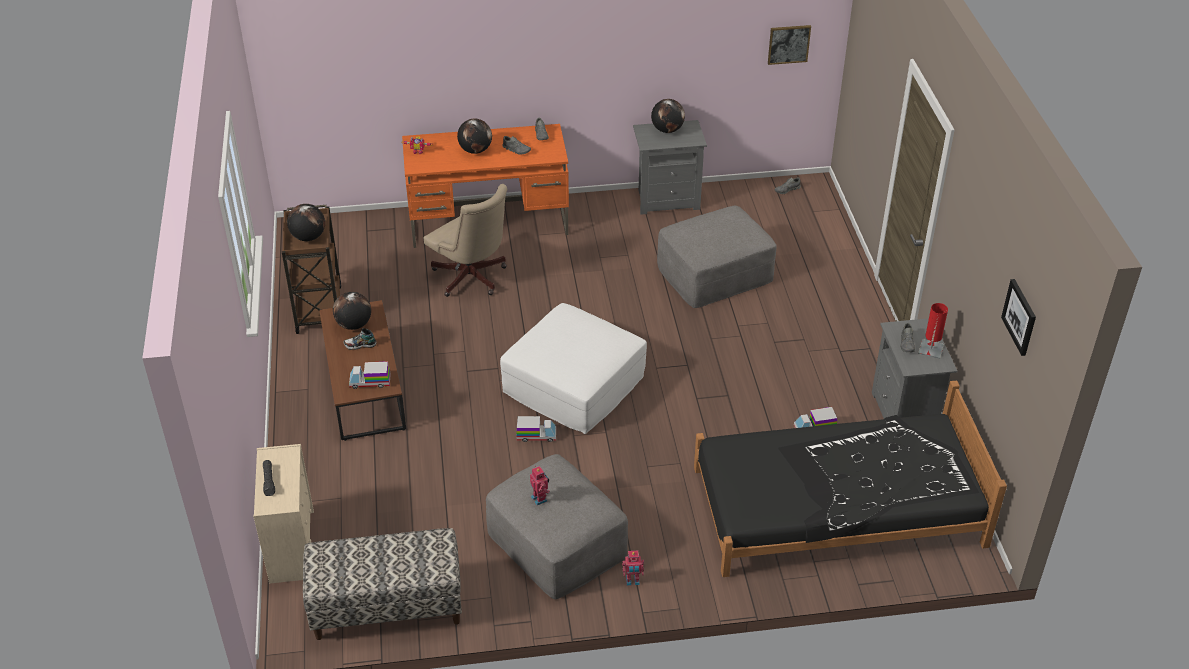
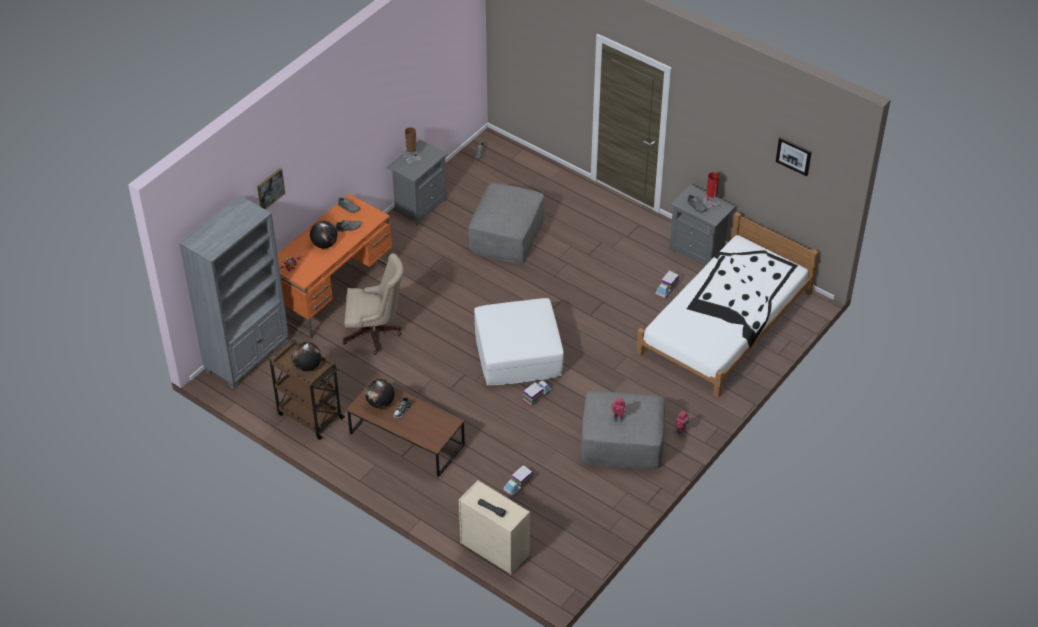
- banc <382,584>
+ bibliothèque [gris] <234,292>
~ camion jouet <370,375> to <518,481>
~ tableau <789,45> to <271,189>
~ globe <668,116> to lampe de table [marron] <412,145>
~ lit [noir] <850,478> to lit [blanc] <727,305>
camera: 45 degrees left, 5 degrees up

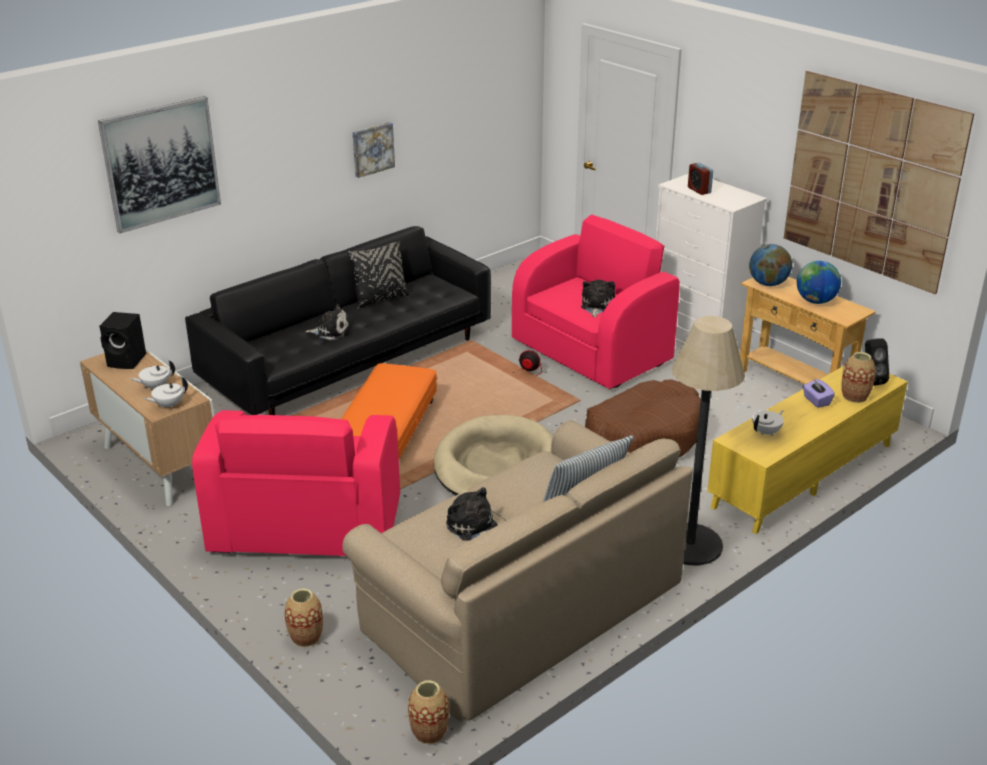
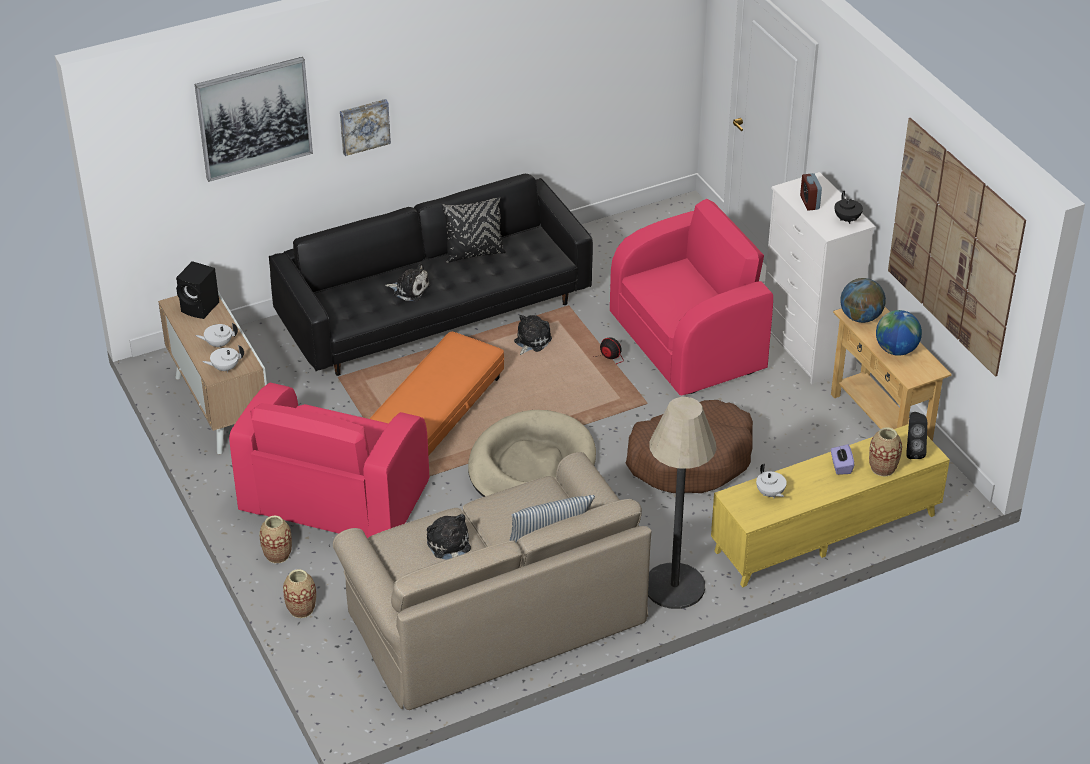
+ théière [noir] <849,207>
~ tableau <373,150> to <365,127>
~ vase <428,712> to <275,539>
~ peluche <598,298> to <533,335>
~ théière [blanc] <768,423> = <771,481> 90 degrees clockwise
camera: 15 degrees right, 10 degrees up

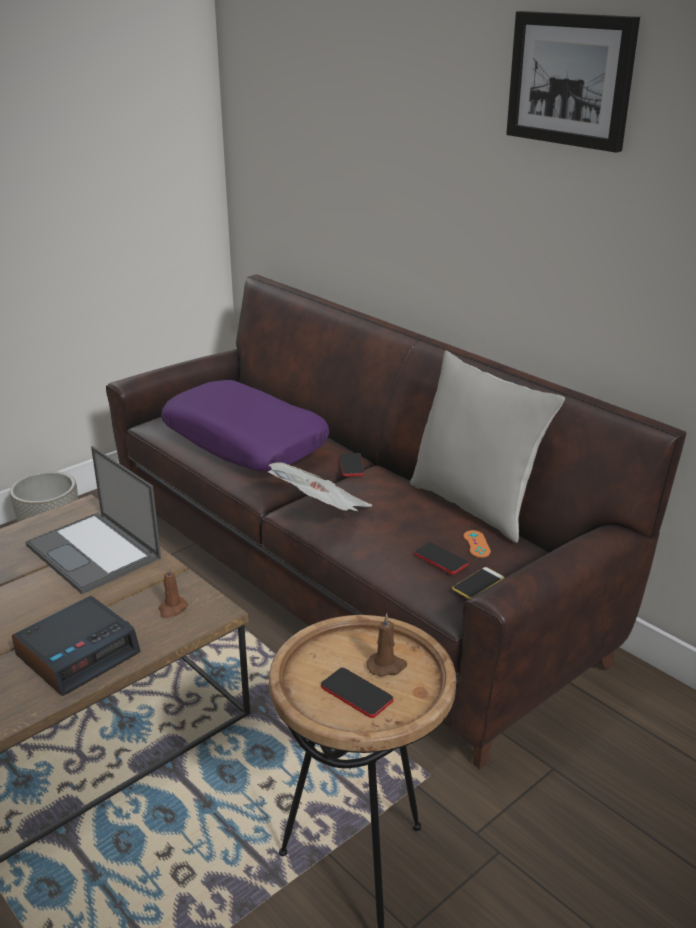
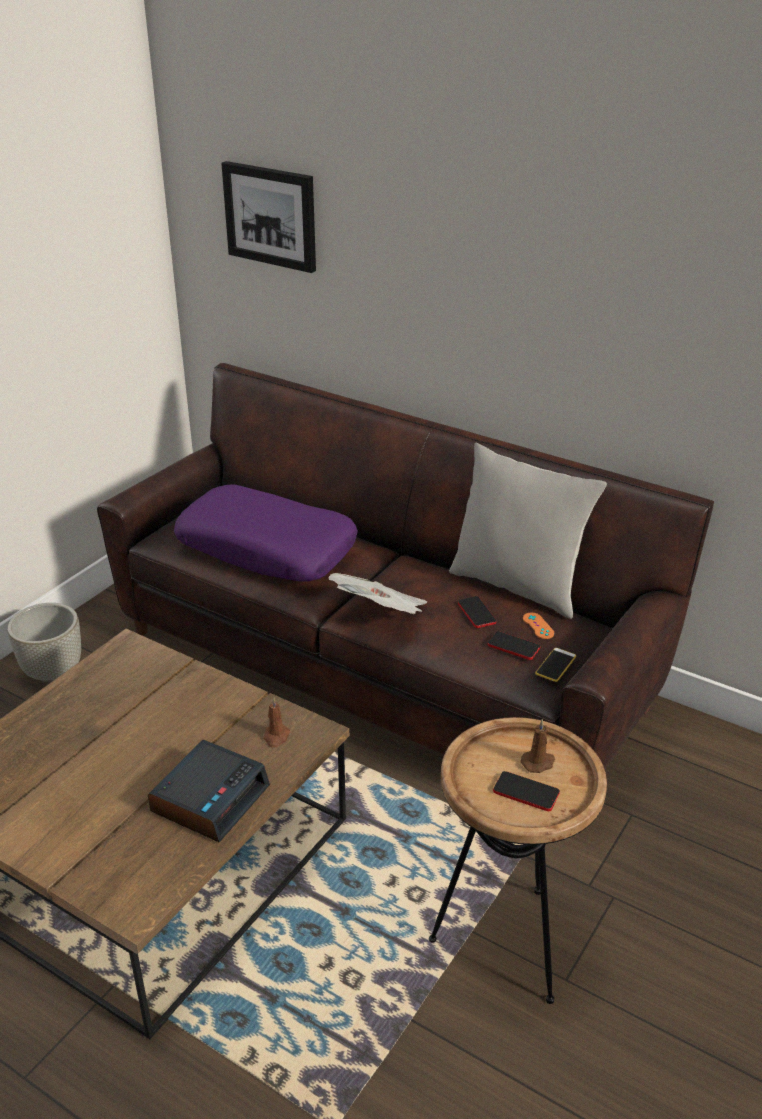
- ordinateur portable <93,520>
~ téléphone <352,465> to <477,612>
~ tableau <573,82> to <268,217>
camera: 15 degrees left, 5 degrees up

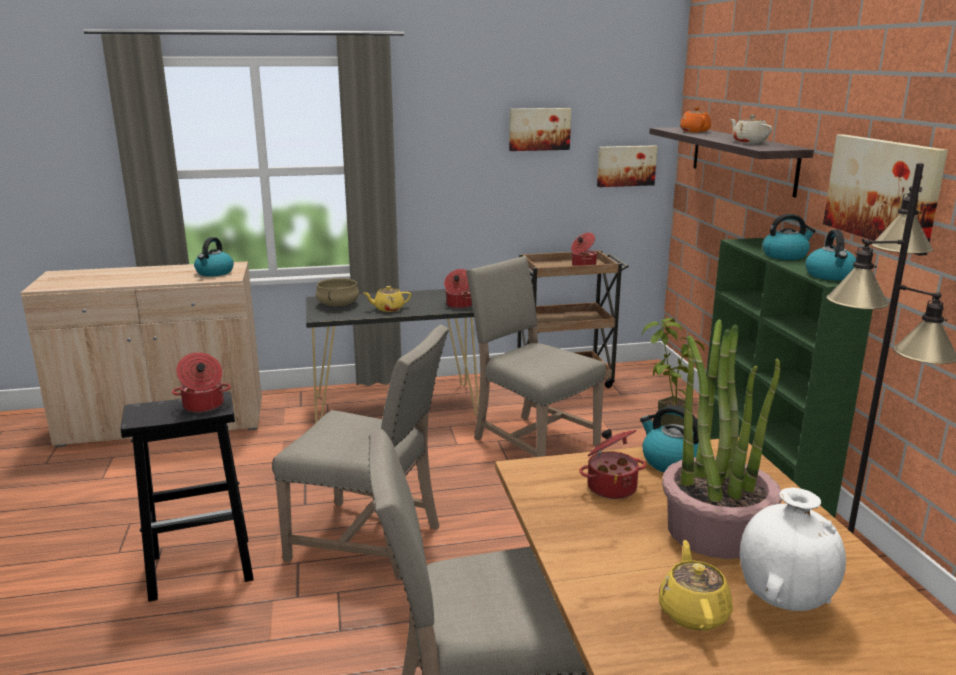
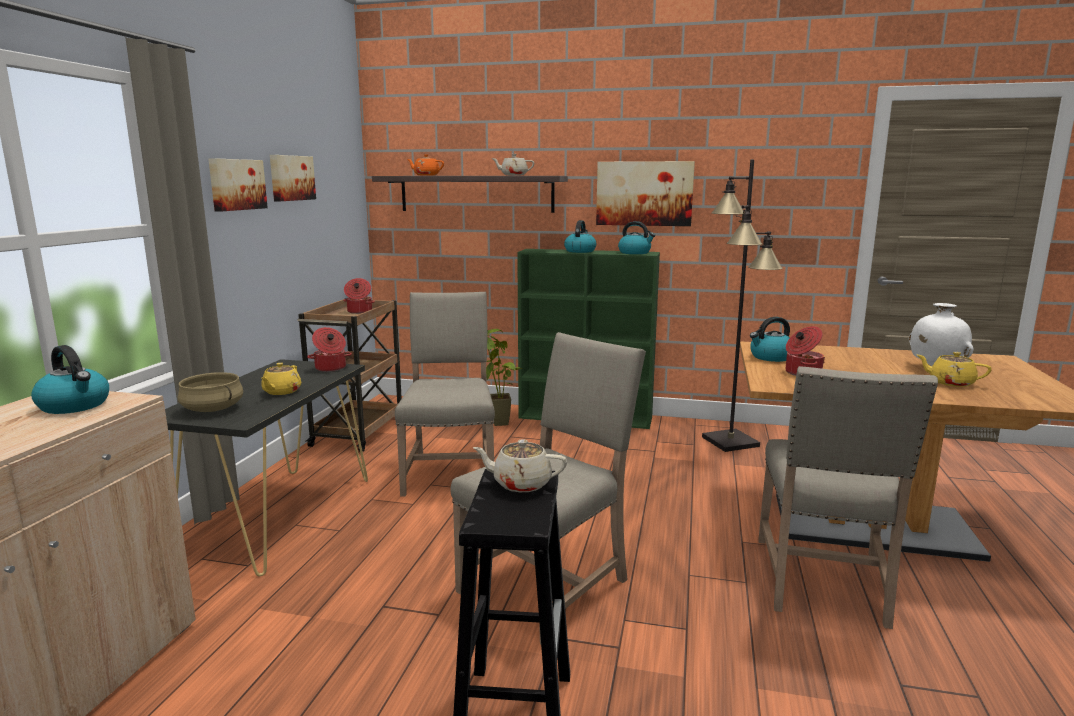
- plante en pot <722,439>
~ tableau <627,166> to <238,185>
~ marmite <201,382> to théière [beige] <519,465>
~ chaise [beige] <536,356> = <445,394> 105 degrees clockwise
camera: 65 degrees left, 5 degrees down

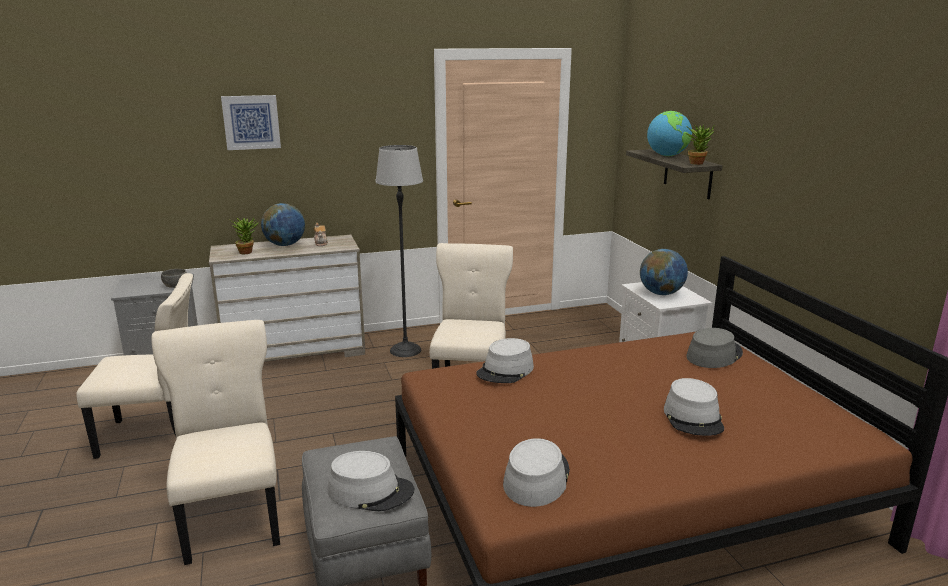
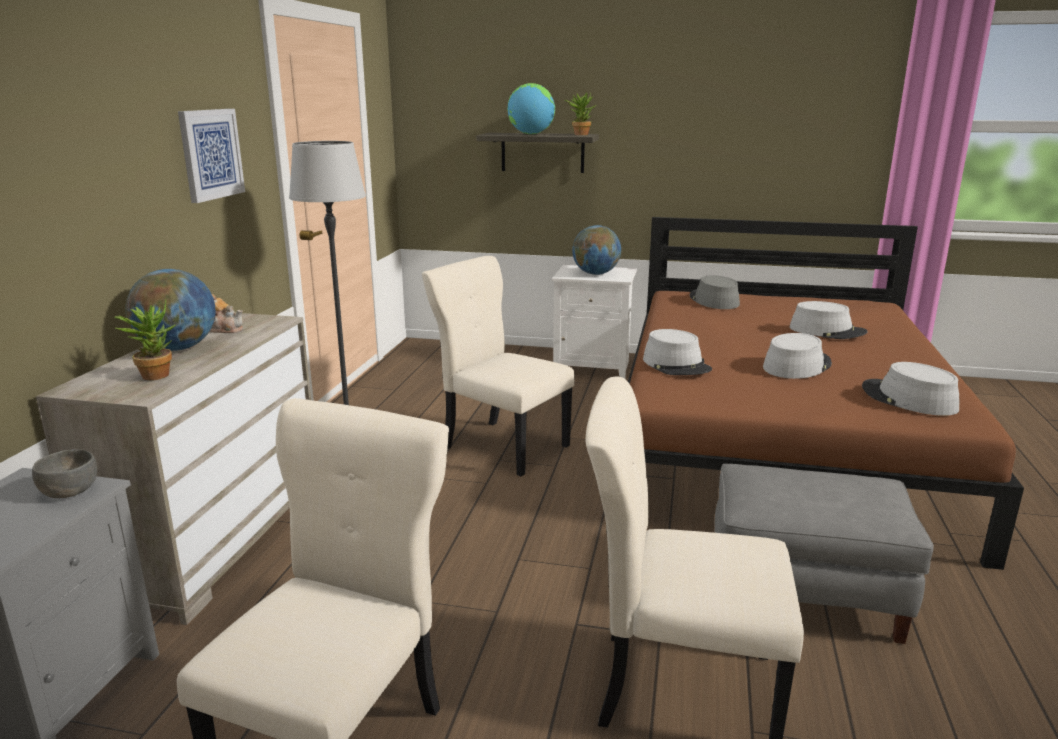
~ tableau <251,122> to <211,156>
~ chapeau [gris] <370,481> to <797,356>
camera: 60 degrees left, 0 degrees up

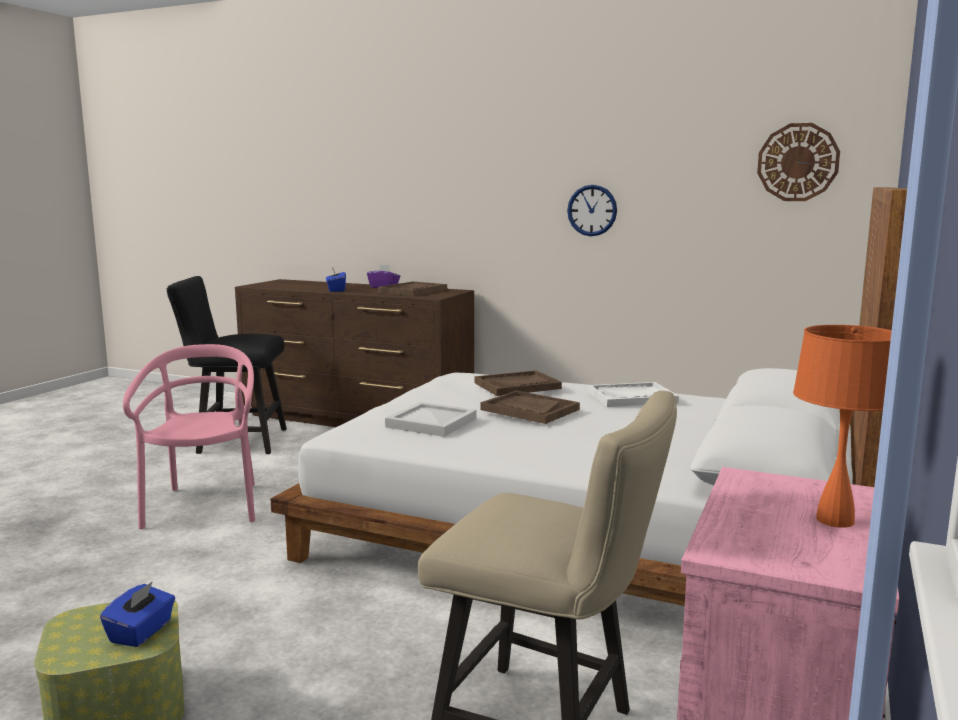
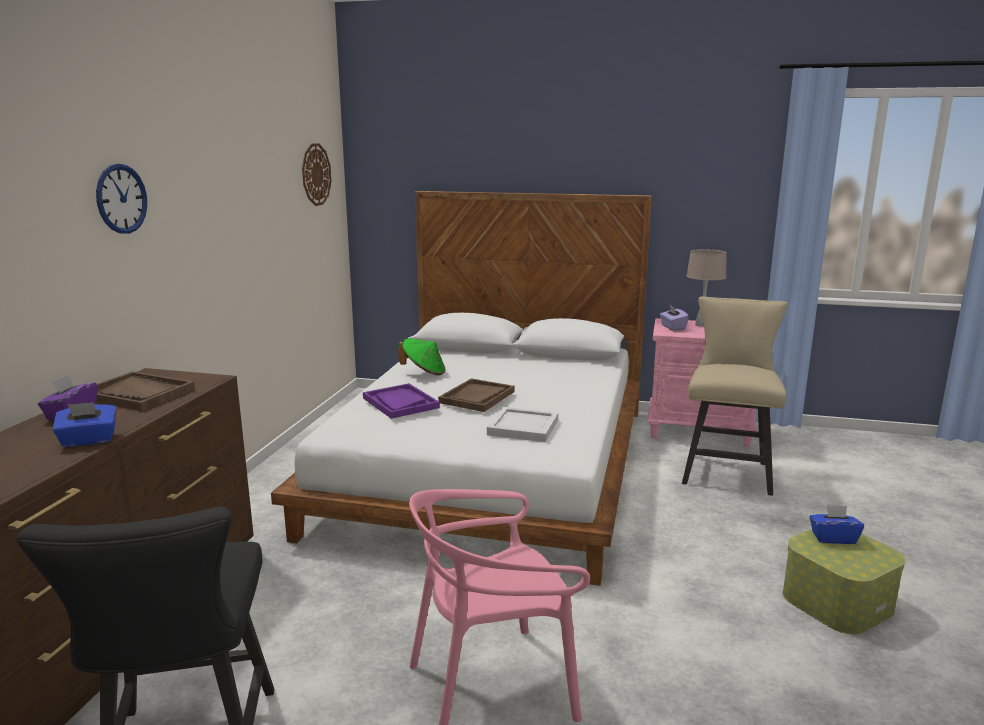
+ boîte à mouchoirs [violet] <674,317>
~ horloge murale <592,210> to <121,199>
~ plateau [blanc] <633,394> to chapeau [vert] <421,356>
~ plateau [marron] <518,383> to plateau [violet] <401,401>
~ lampe de table [orange] <842,426> to lampe de table [beige] <706,288>
camera: 100 degrees left, 5 degrees up

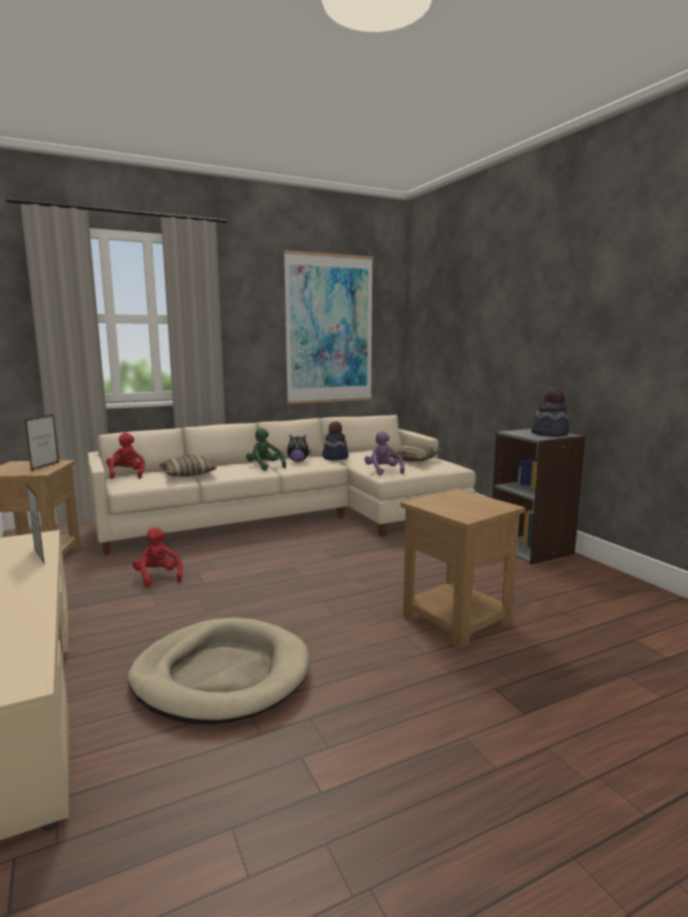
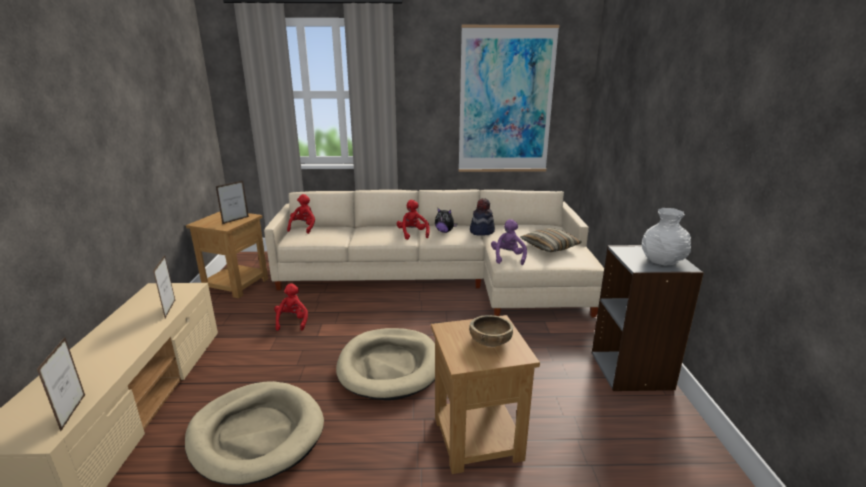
- coussin <187,466>
+ cadre photo <61,384>
+ panier pour chien [beige] <385,364>
+ bol [marron] <491,331>
~ chapeau <550,412> to vase [blanc] <666,237>
~ peluche [vert] <266,449> to peluche [rouge] <413,220>
camera: 25 degrees right, 10 degrees up

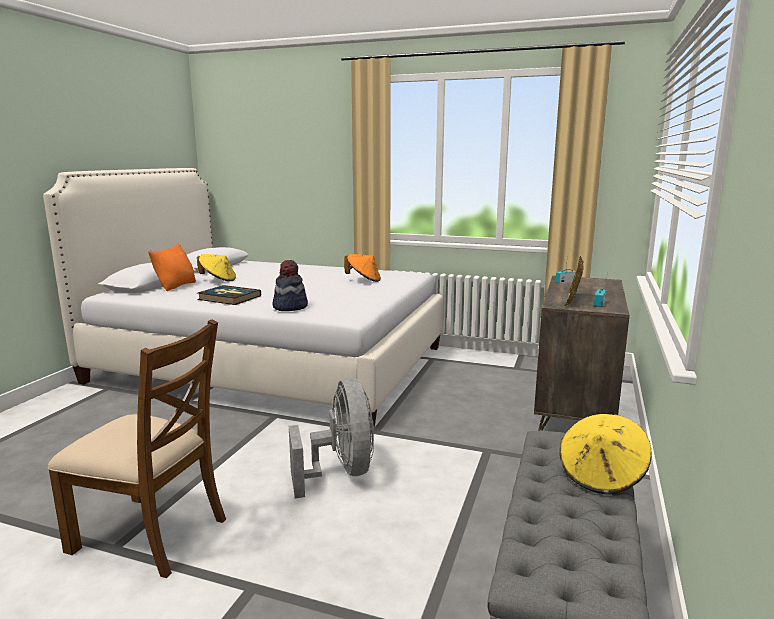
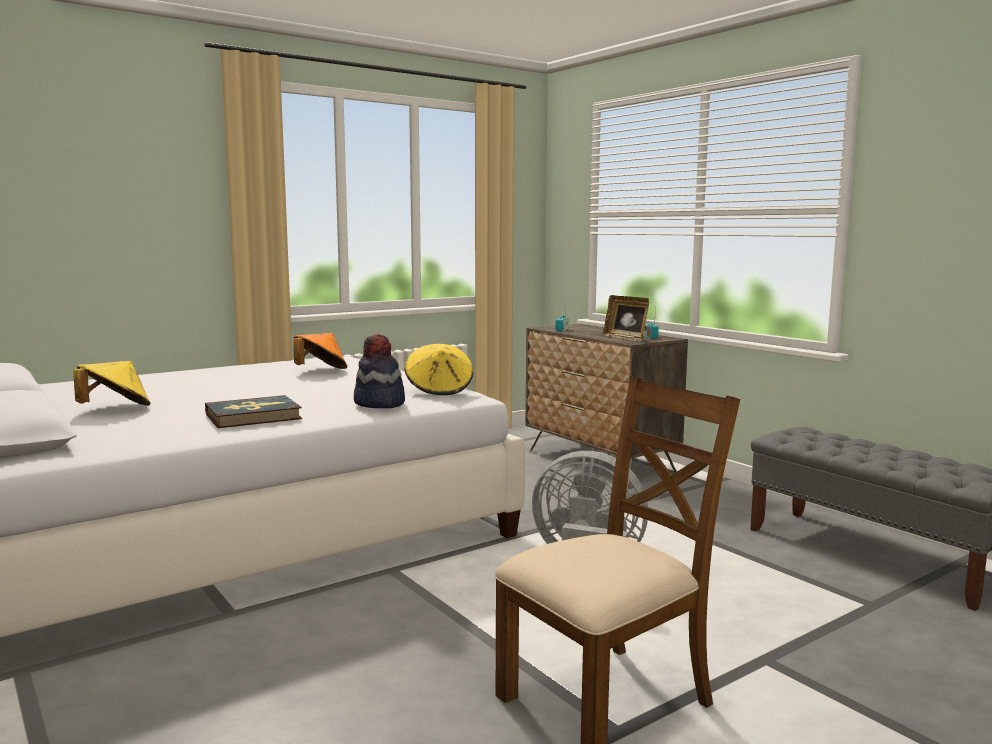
- coussin [orange] <172,267>
~ chapeau [jaune] <606,454> to <439,369>
camera: 55 degrees left, 5 degrees down

